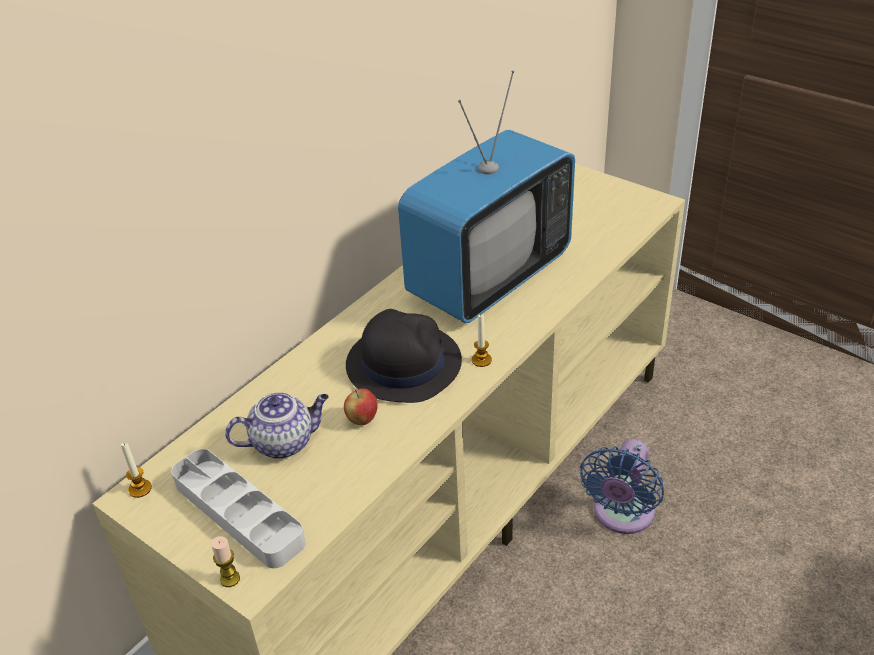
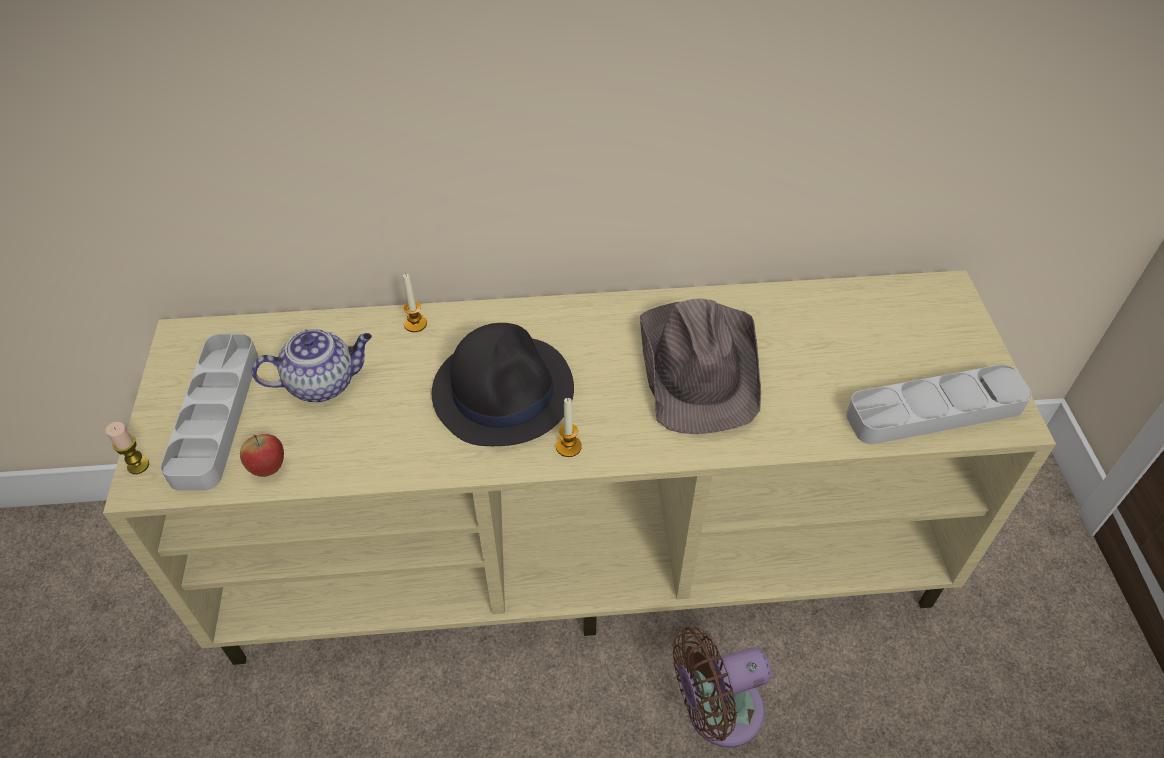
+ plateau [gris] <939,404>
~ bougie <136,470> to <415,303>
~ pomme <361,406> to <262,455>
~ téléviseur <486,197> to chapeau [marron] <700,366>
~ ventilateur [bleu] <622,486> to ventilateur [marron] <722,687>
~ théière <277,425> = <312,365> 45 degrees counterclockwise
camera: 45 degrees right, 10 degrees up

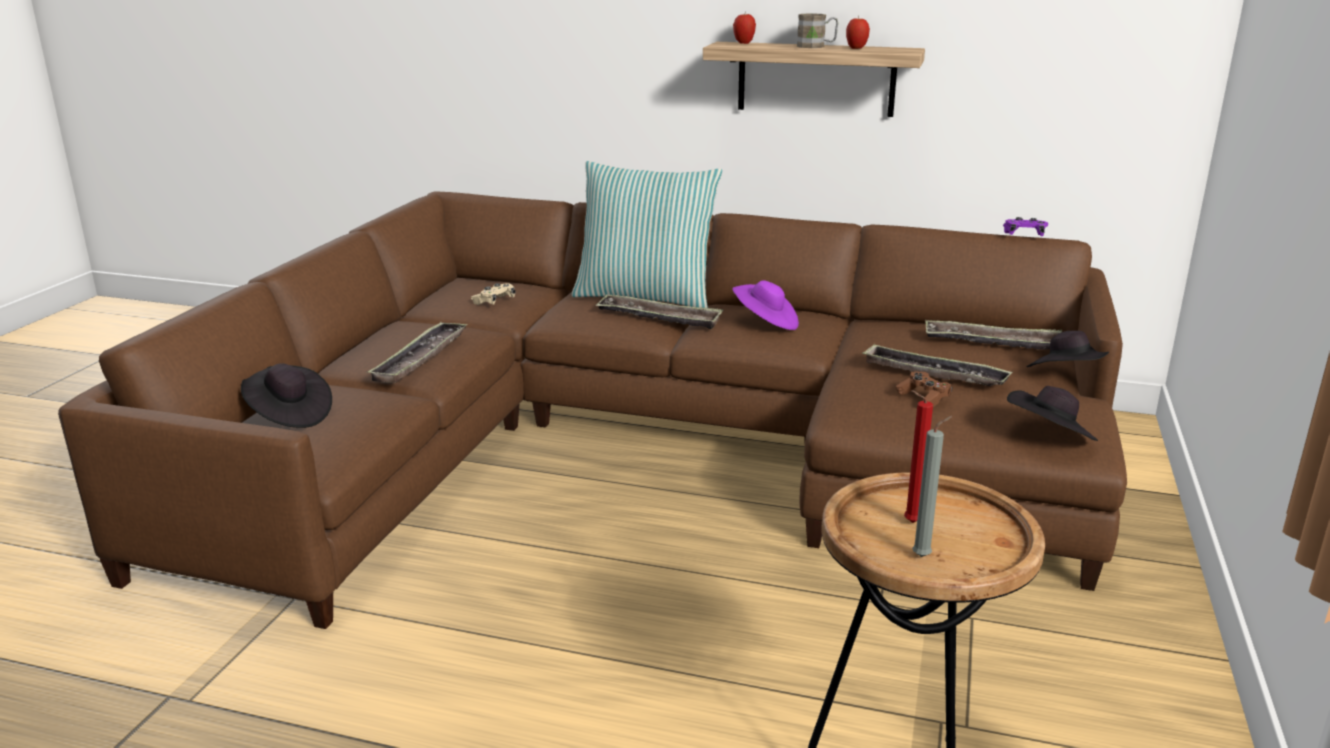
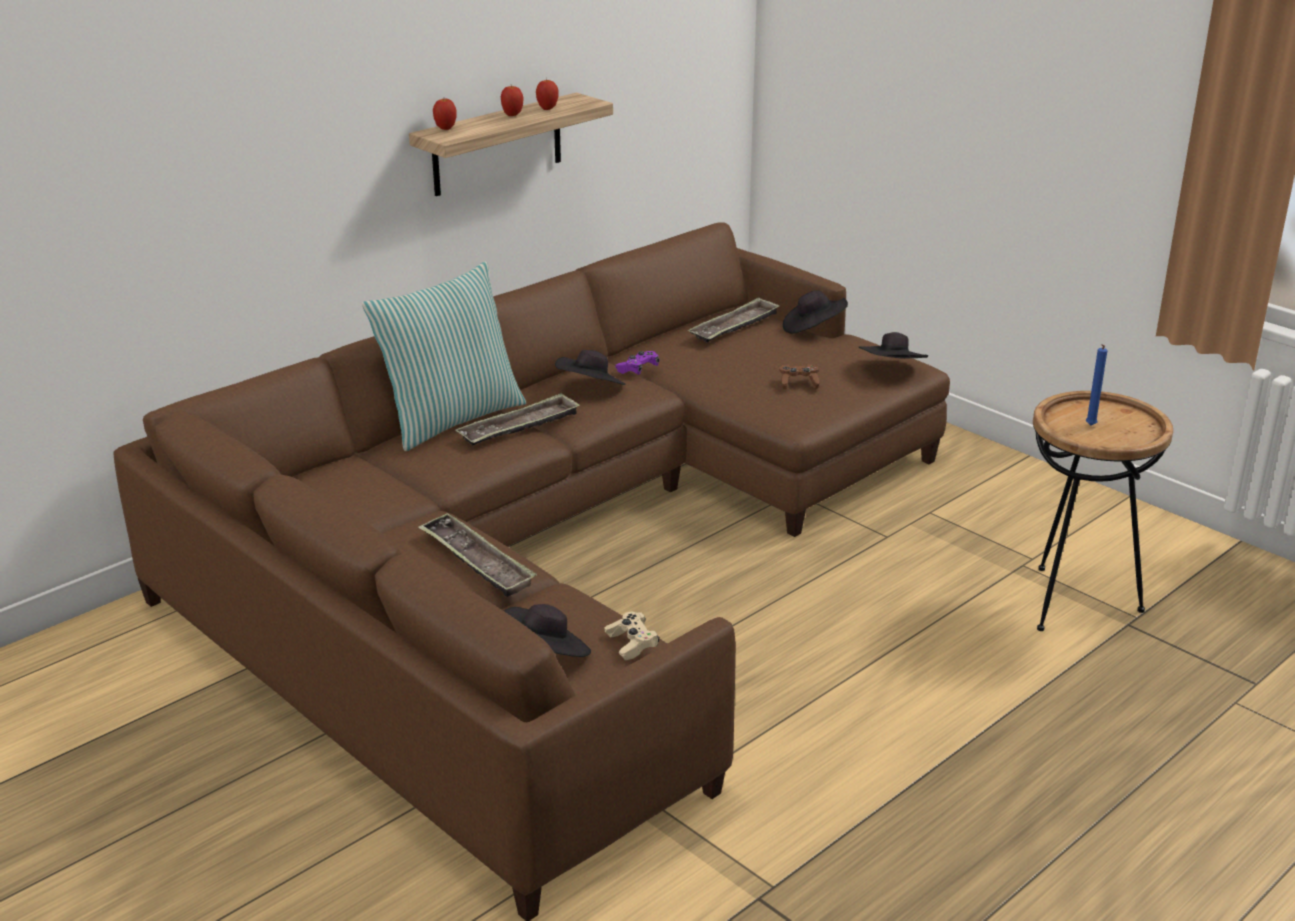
- plateau <937,365>
- bougie [gris] <932,486>
~ manette [beige] <493,294> to <632,636>
~ manette [violet] <1025,226> to <637,363>
~ mug [marron] <817,30> to pomme <512,101>
~ chapeau [violet] <765,305> to chapeau [noir] <590,367>
~ bougie [rouge] <918,456> to bougie [bleu] <1096,384>
camera: 60 degrees left, 5 degrees up

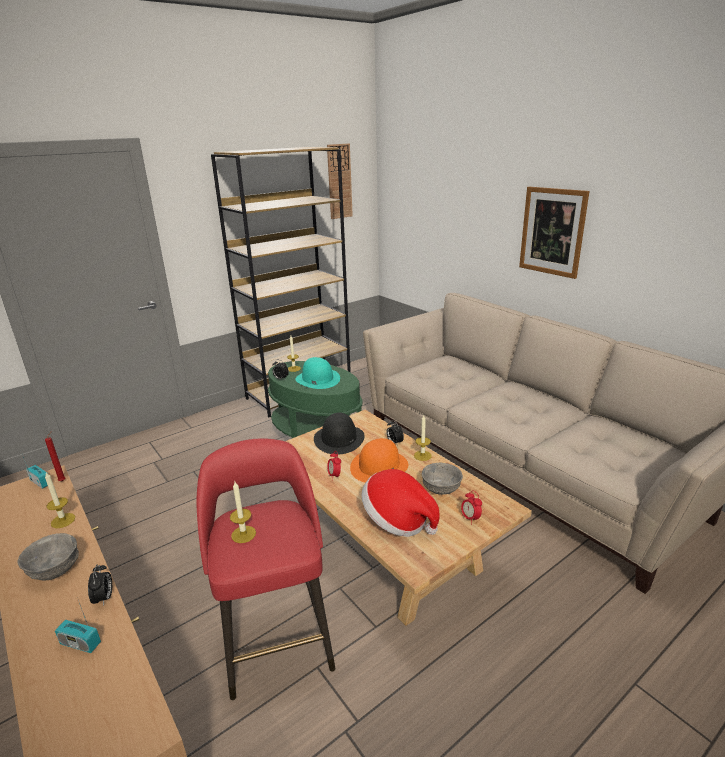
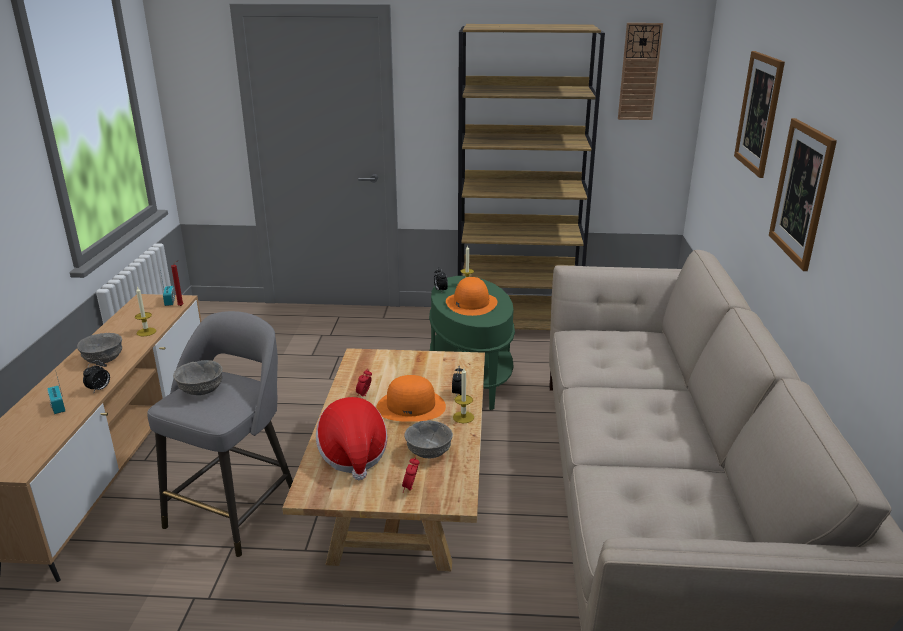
- chapeau [noir] <339,433>
+ tableau <759,114>
~ bougie <243,512> to bol [gris] <198,377>
~ tabouret [rouge] <265,569> to tabouret [gris] <220,434>
~ chapeau [turquoise] <318,373> to chapeau [orange] <471,296>
camera: 40 degrees right, 0 degrees up

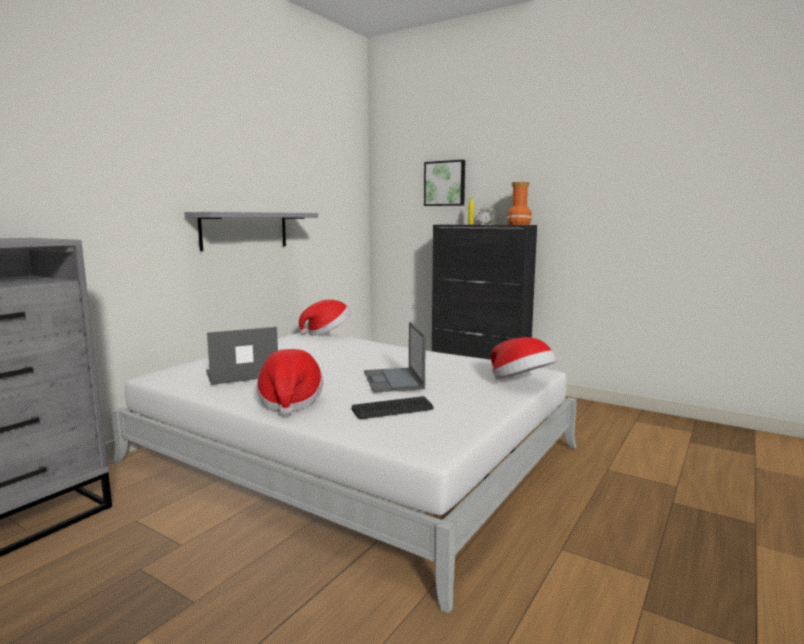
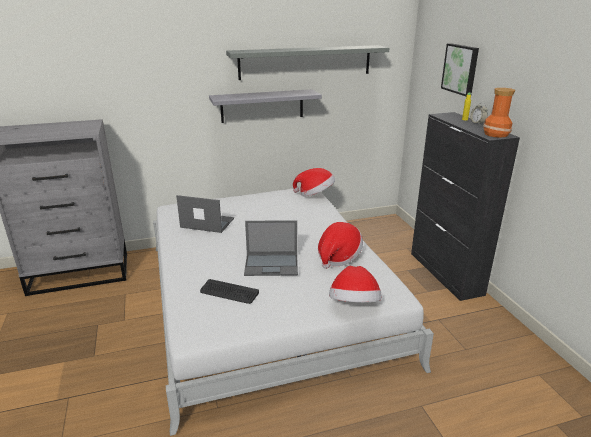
+ étagère [gris] <307,62>
~ chapeau <290,382> to <340,245>
~ ordinateur portable <395,357> = <271,248> 120 degrees counterclockwise
camera: 40 degrees right, 15 degrees up

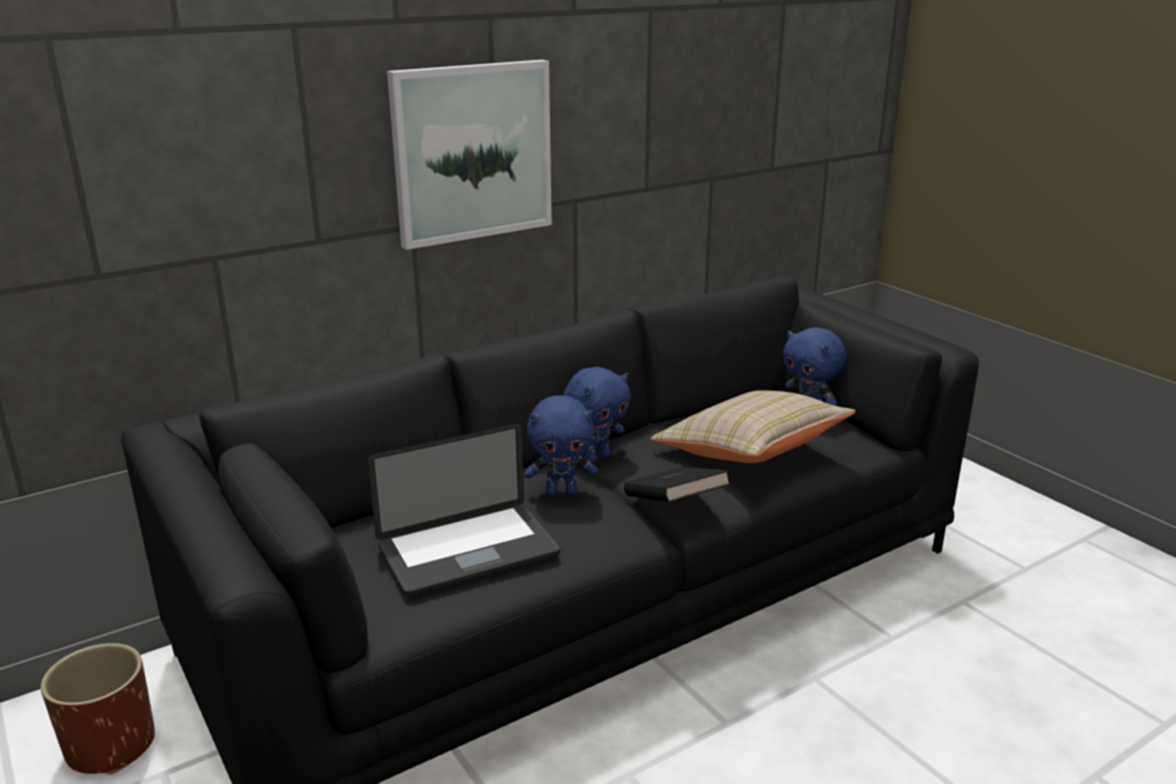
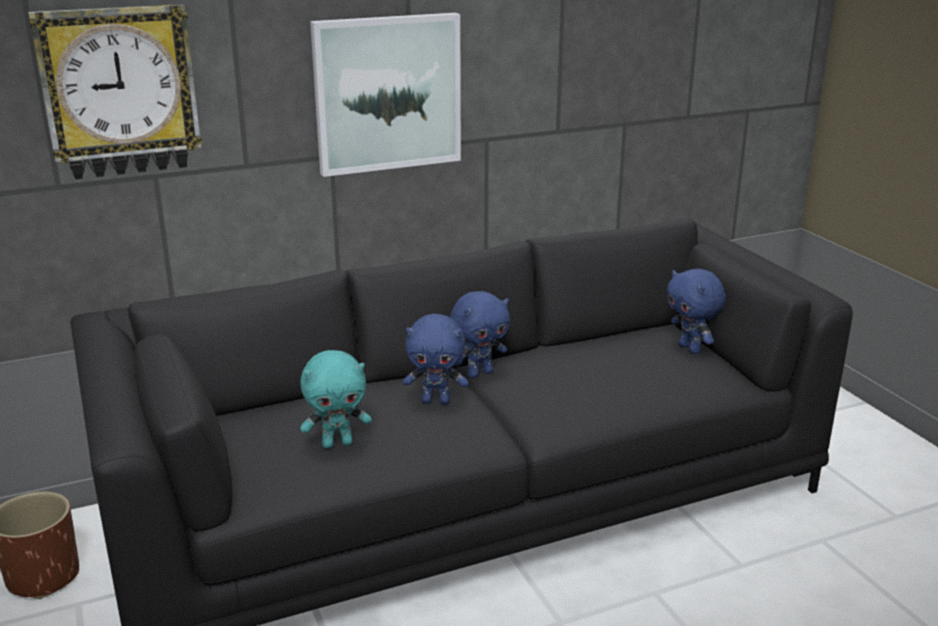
- livre [noir] <677,484>
- coussin [beige] <753,426>
+ horloge murale <115,91>
~ ordinateur portable <464,510> to peluche [turquoise] <336,399>
camera: 10 degrees right, 0 degrees up

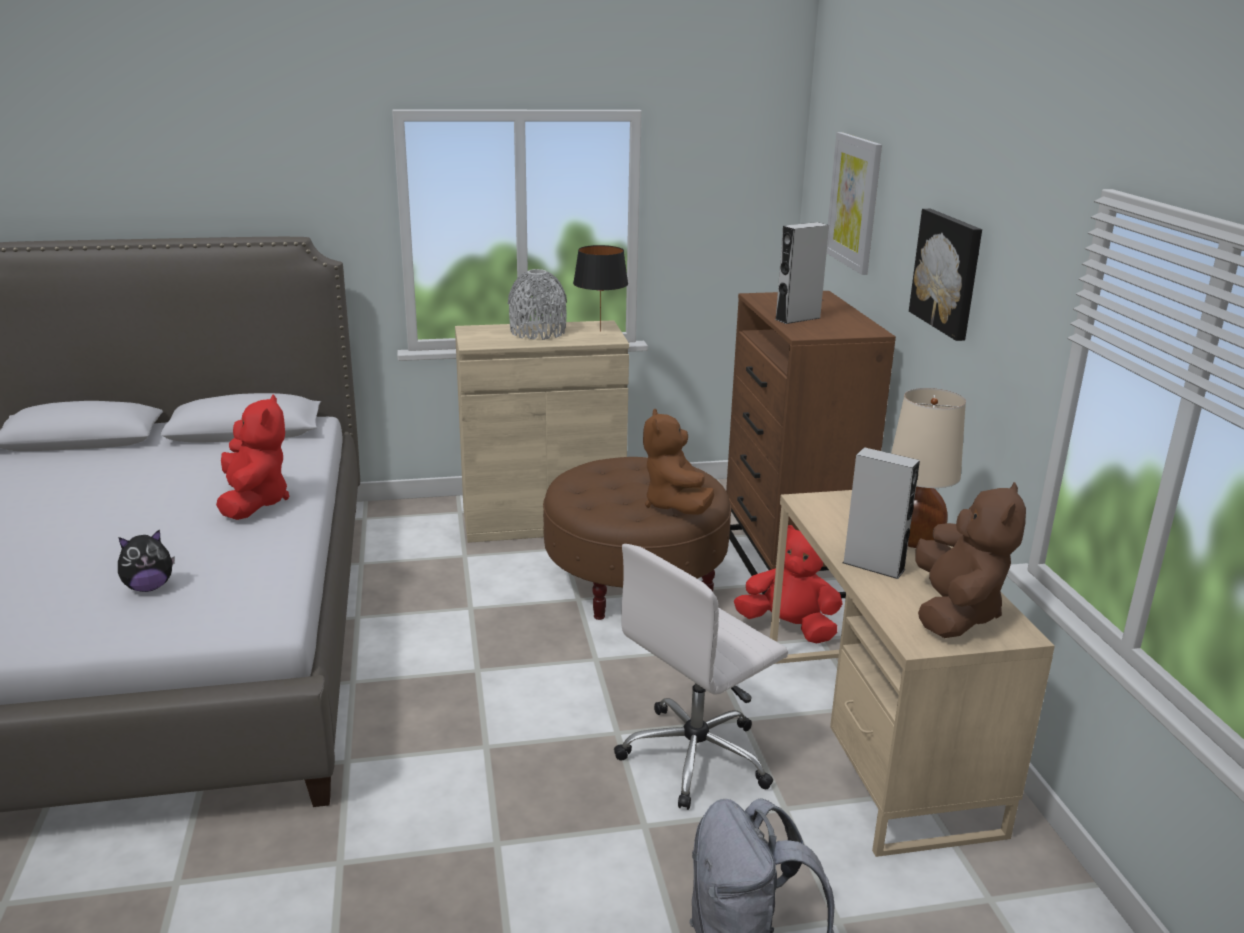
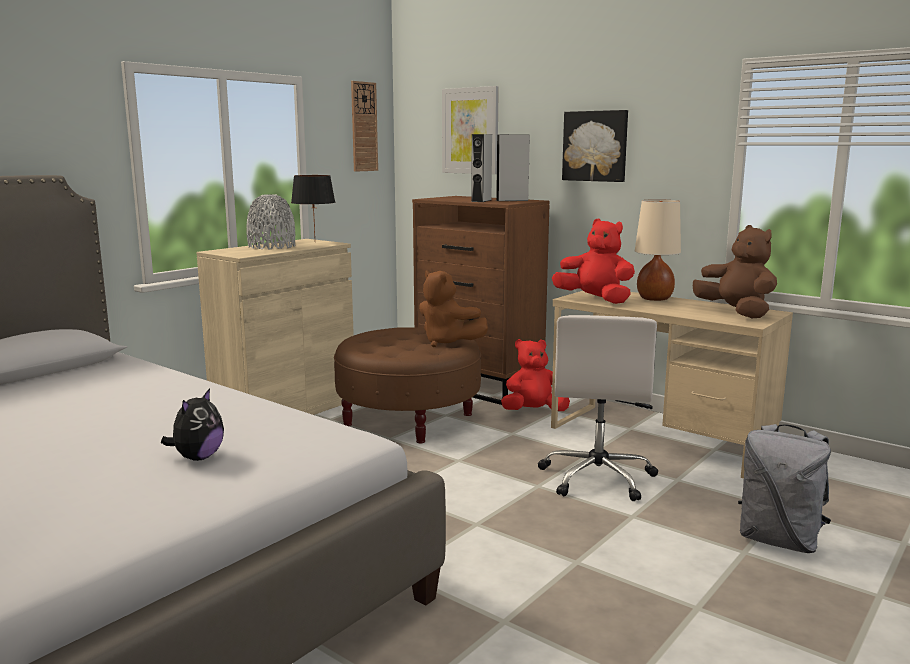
+ horloge murale <364,126>
~ peluche [rouge] <252,457> to <593,261>
~ enceinte [gris] <881,513> to <513,167>
camera: 40 degrees left, 10 degrees down

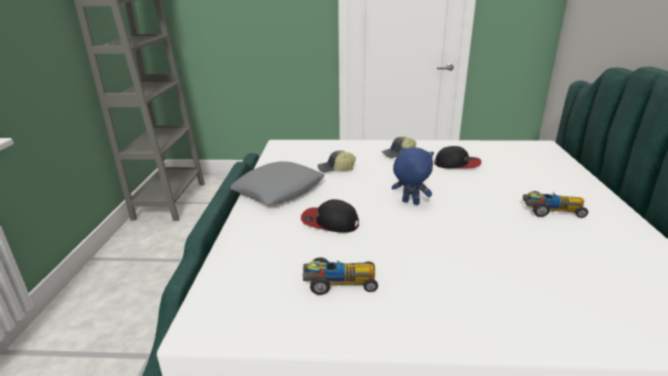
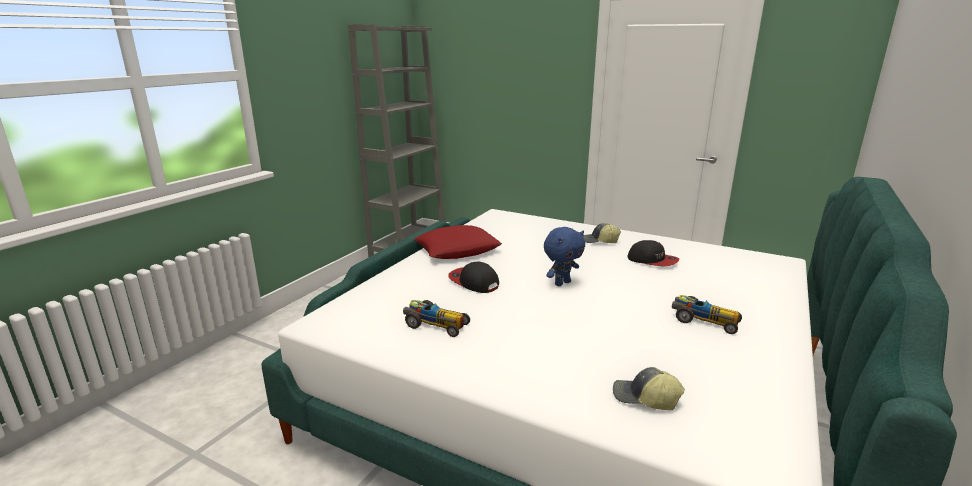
~ casquette <337,161> to <649,388>
~ coussin [gris] <278,183> to coussin [rouge] <458,242>
~ peluche [bleu] <413,176> = <564,256> 90 degrees clockwise
camera: 25 degrees right, 5 degrees down

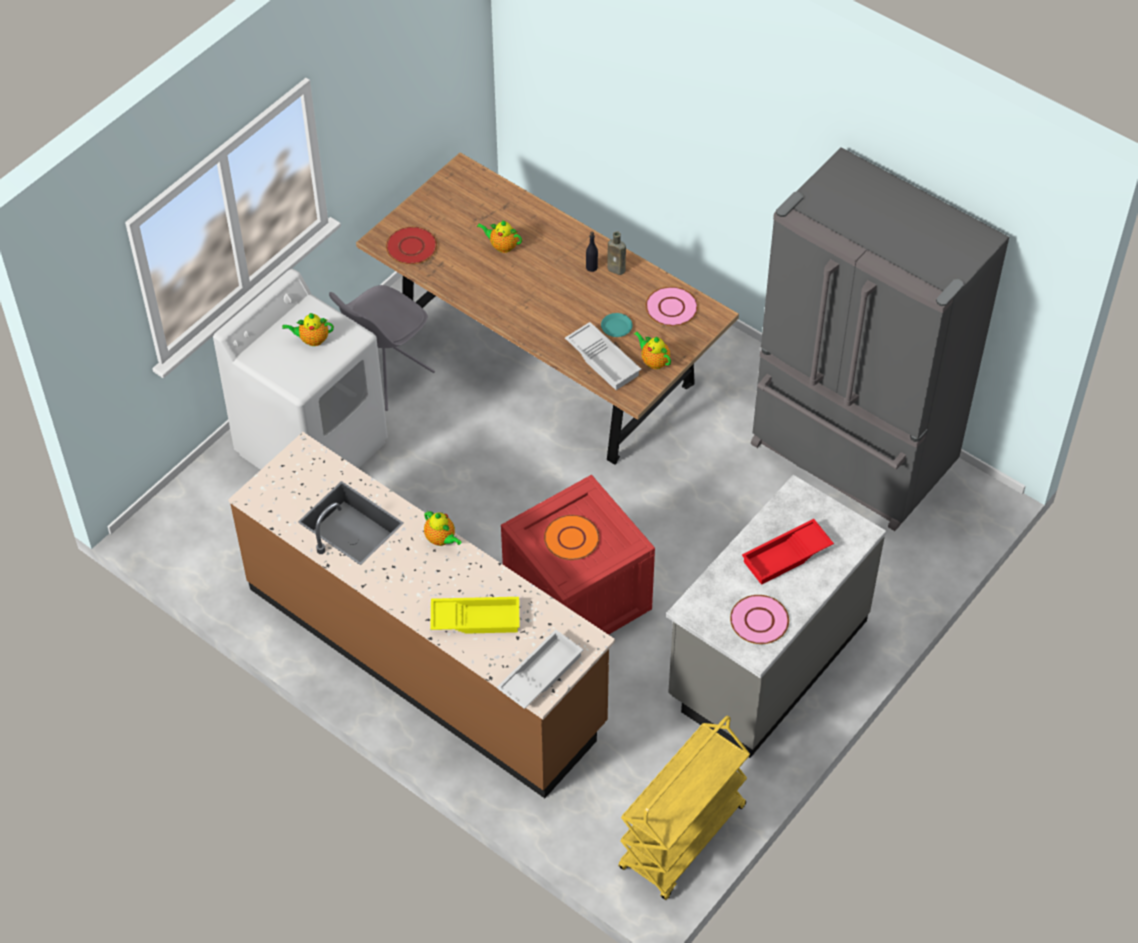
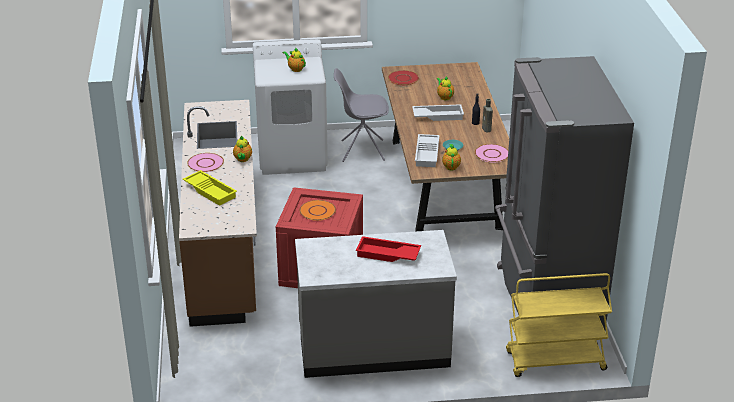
~ plateau [blanc] <540,669> to <438,112>
~ chariot [jaune] <684,807> to <559,325>
~ assiette [rose] <759,619> to <205,162>
camera: 45 degrees right, 20 degrees down

